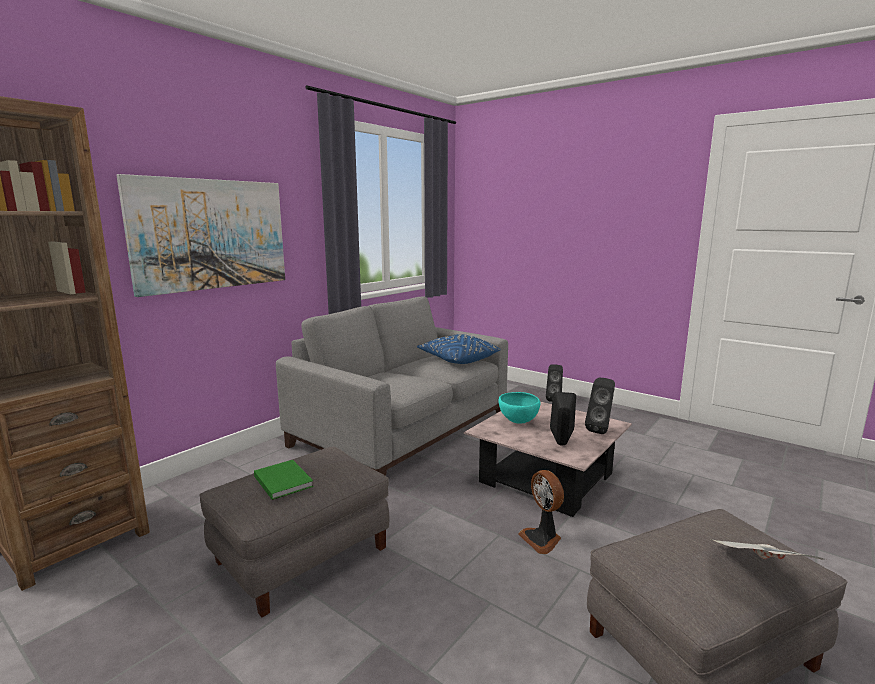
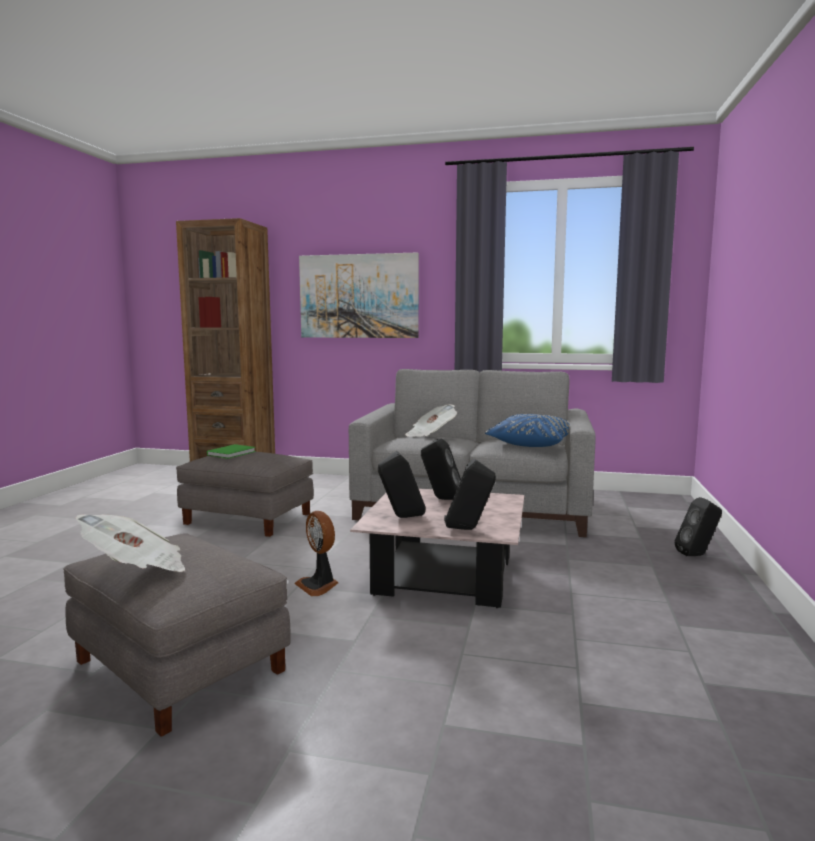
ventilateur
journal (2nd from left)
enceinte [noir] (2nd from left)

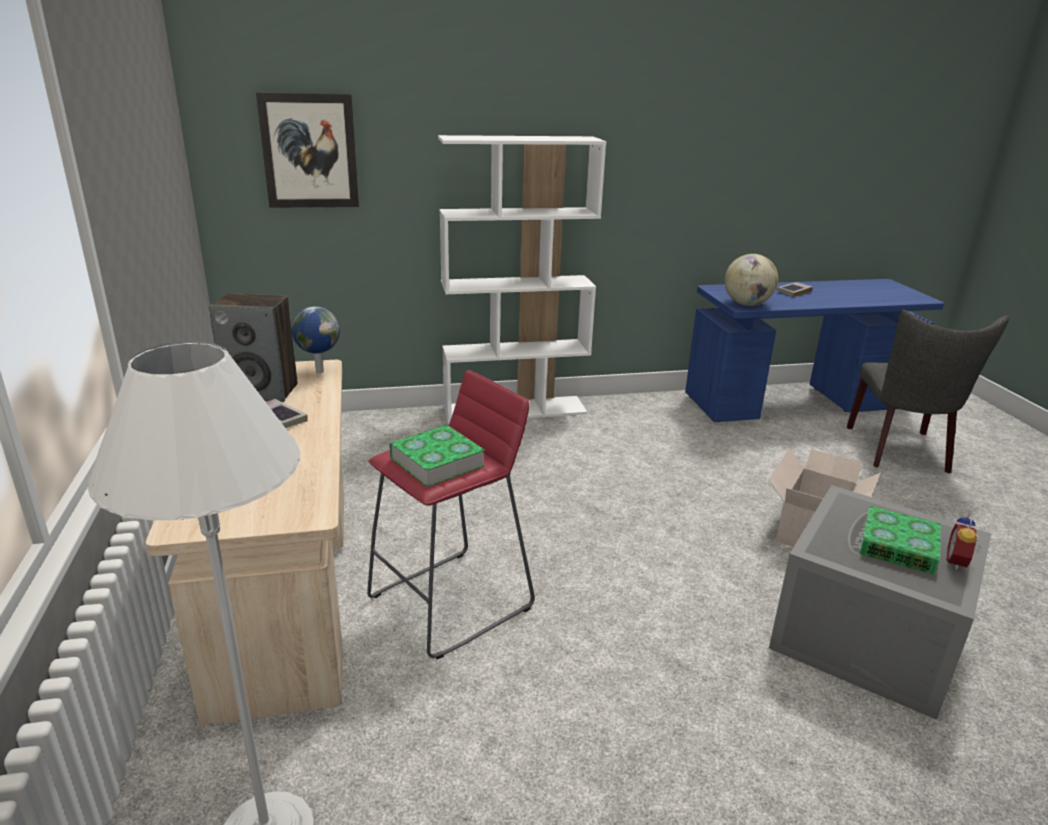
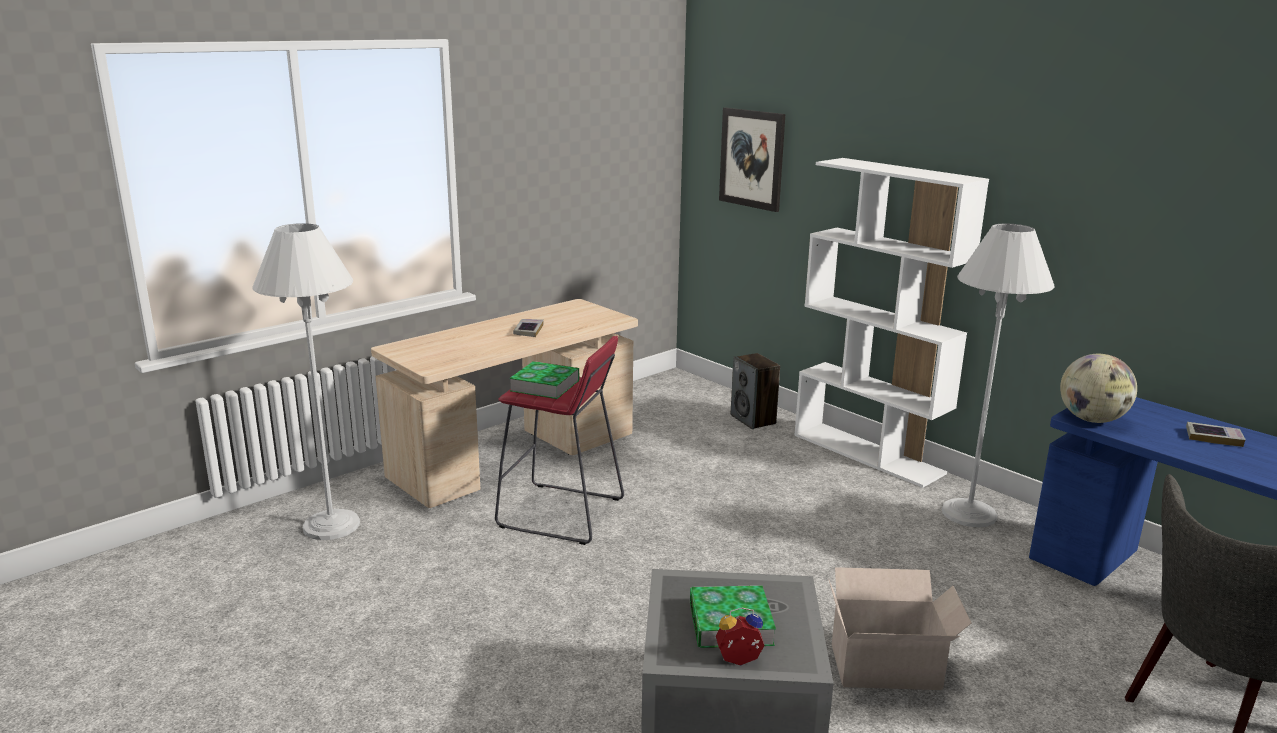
enceinte
lampadaire [blanc] (2nd from left)
globe (1st from left in the first image)

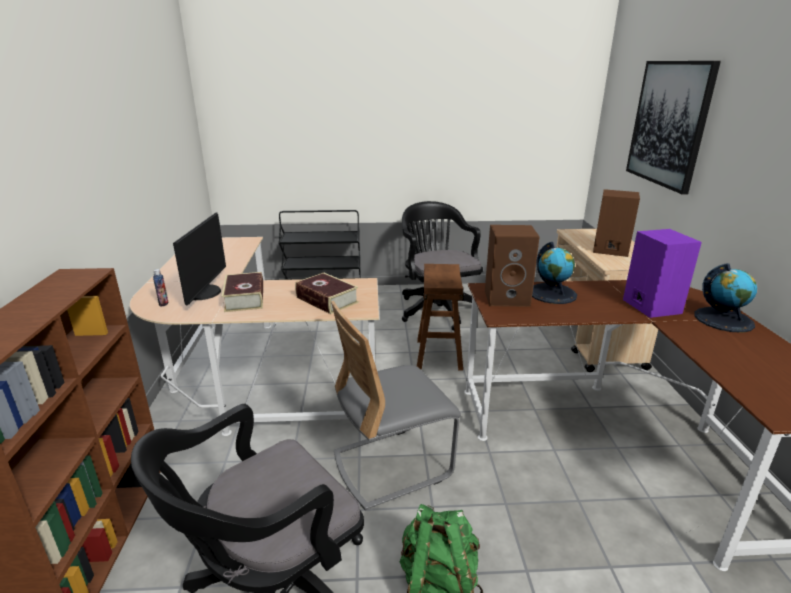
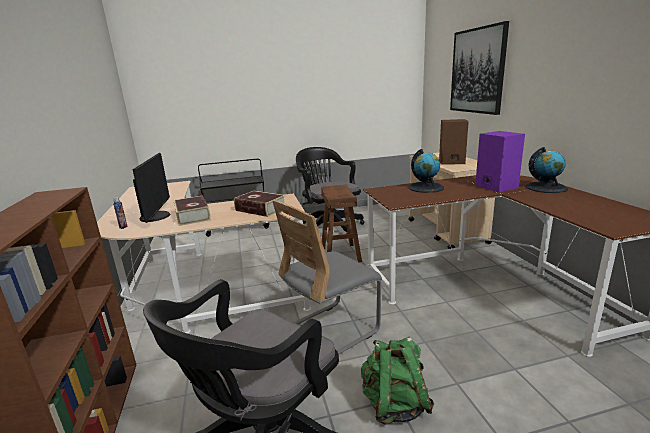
enceinte [marron] (1st from left in the first image)

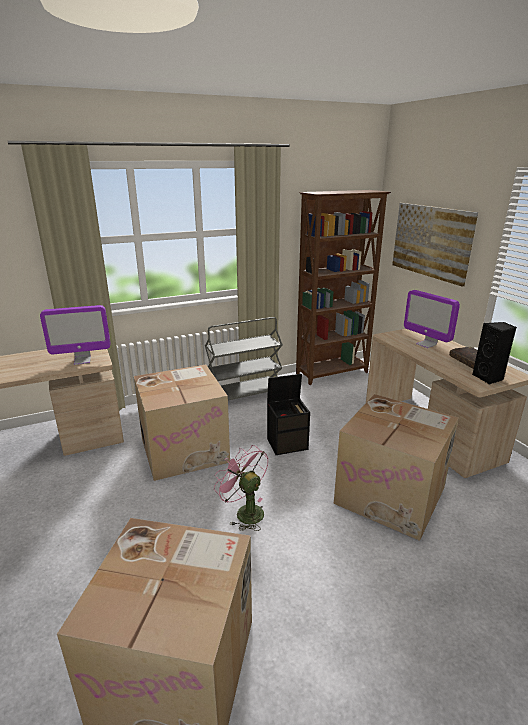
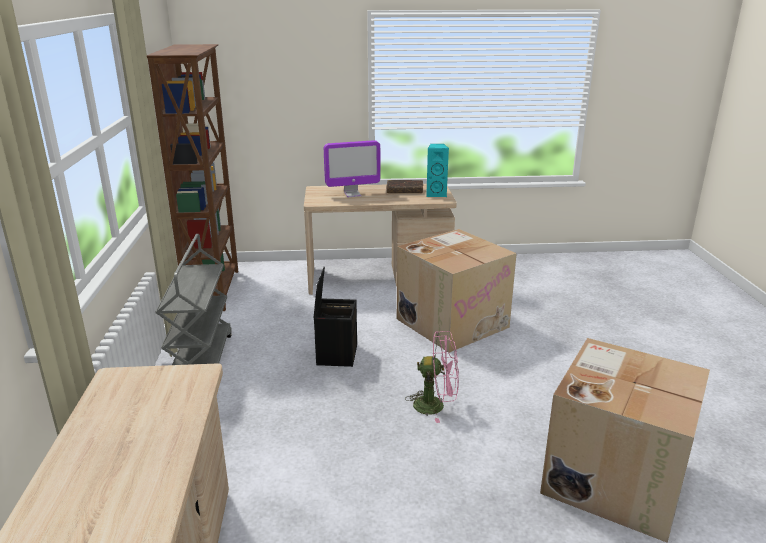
ventilateur [rose]
enceinte [turquoise]
écran d'ordinateur (1st from left in the first image)
carton (2nd from left in the first image)
tableau

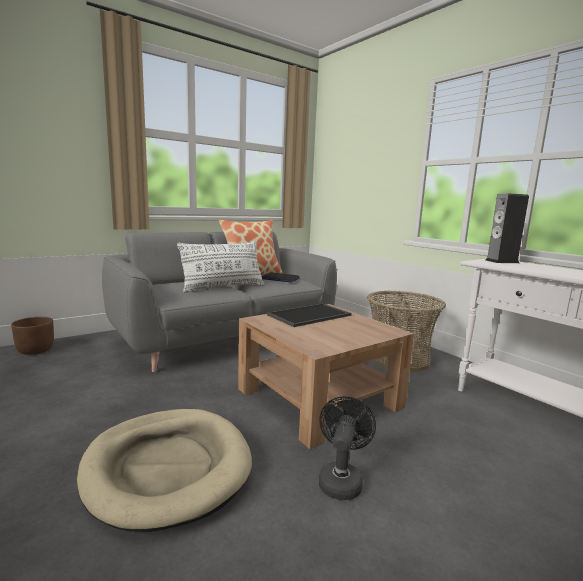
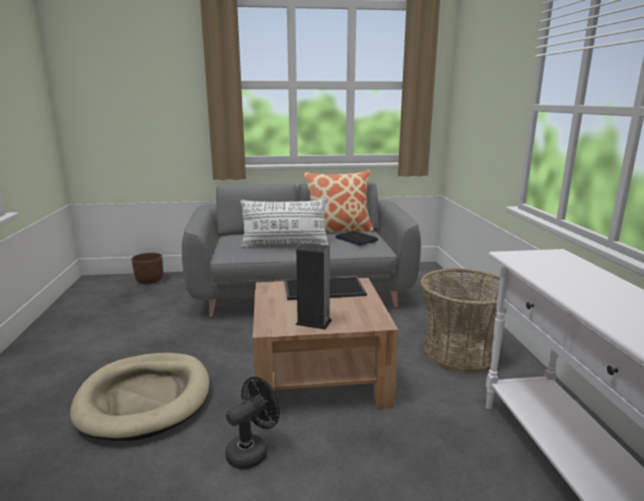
enceinte

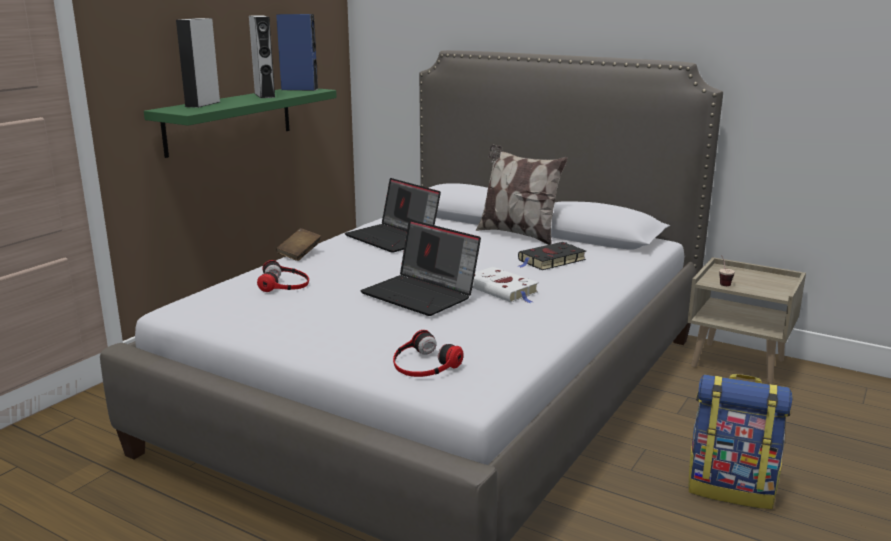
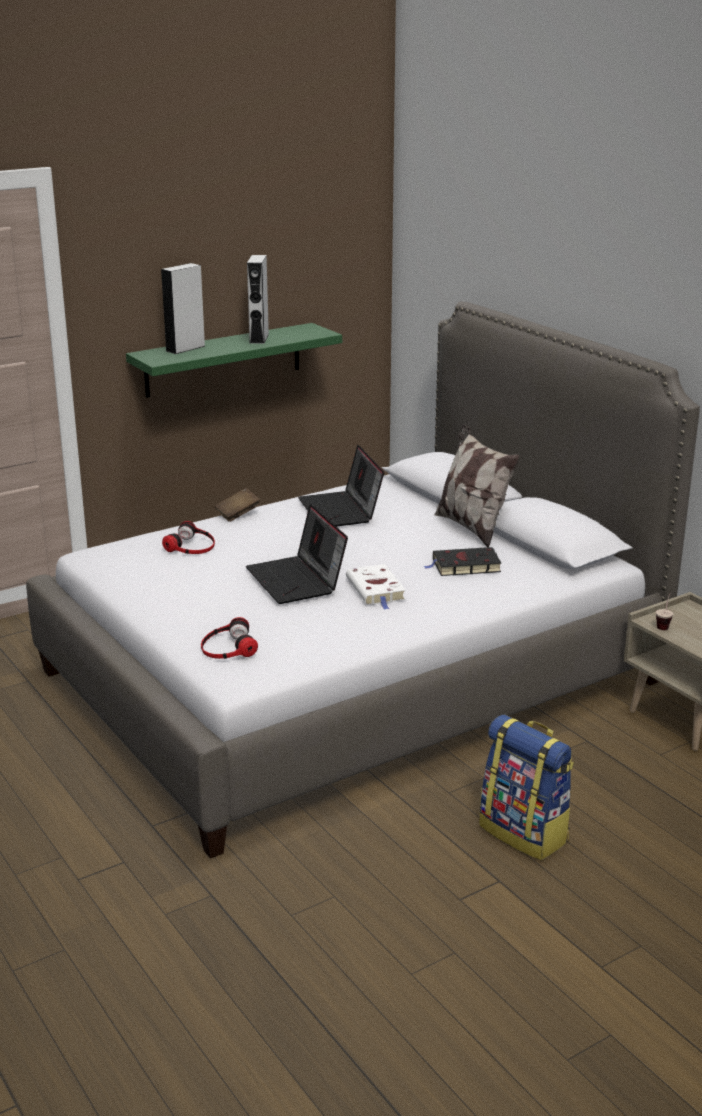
enceinte [bleu]

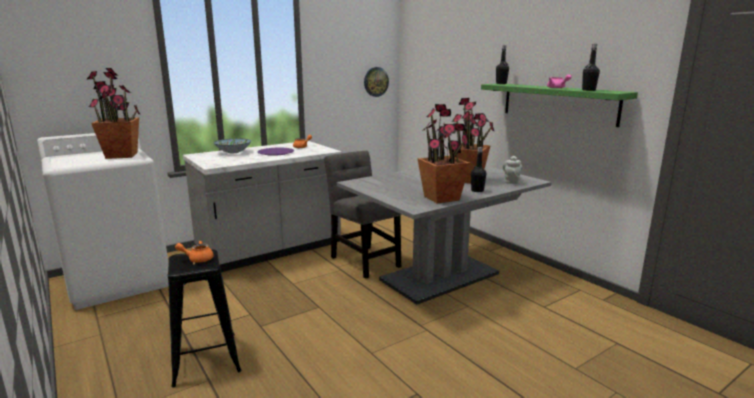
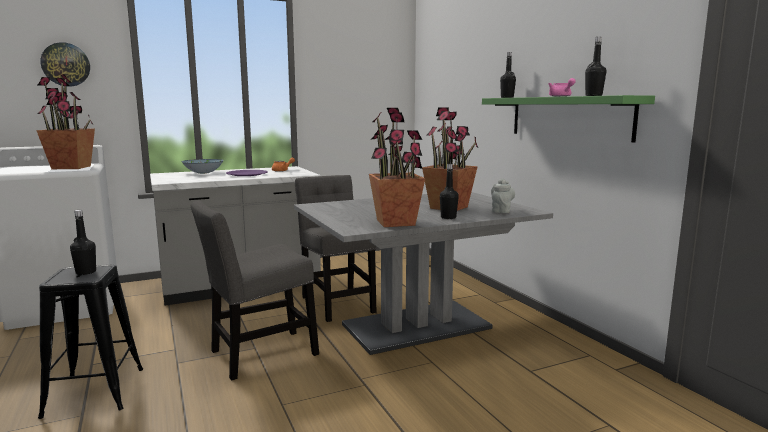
horloge murale
bouteille [noir] (1st from left)
chaise [gris] (1st from left)

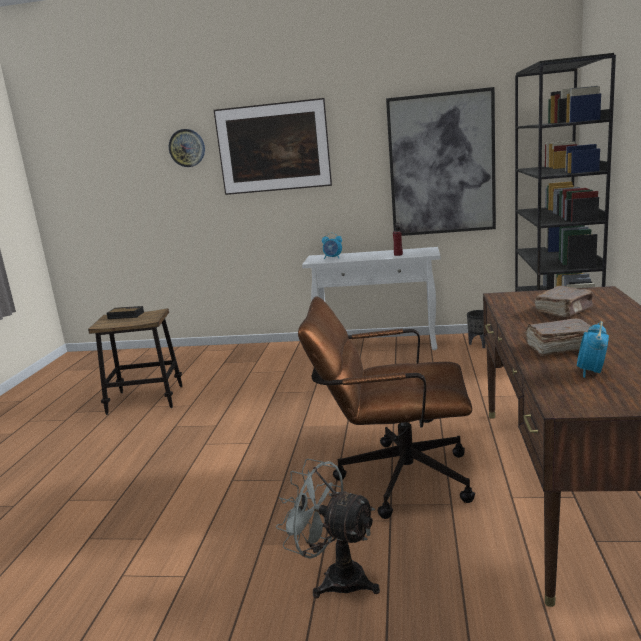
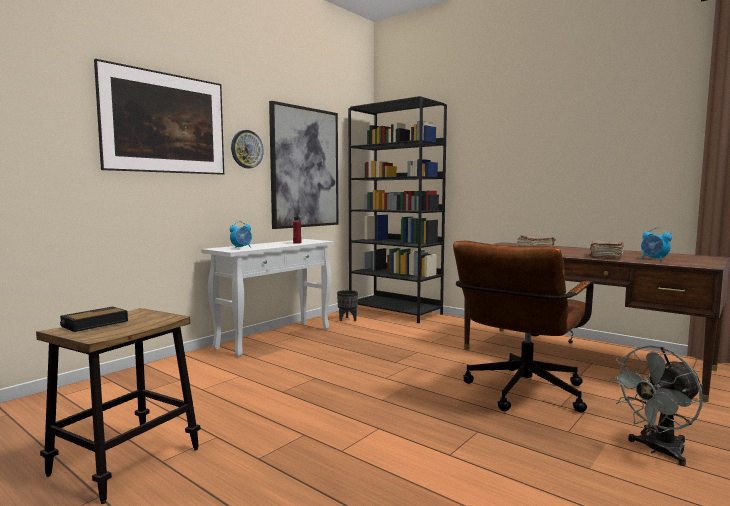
horloge murale

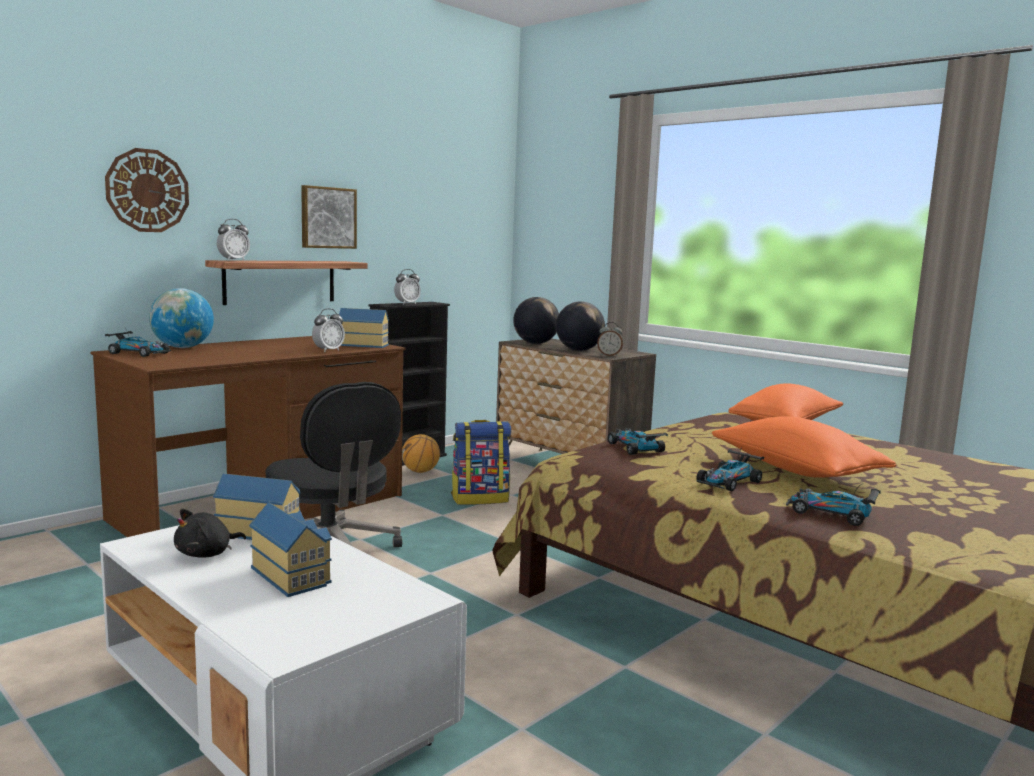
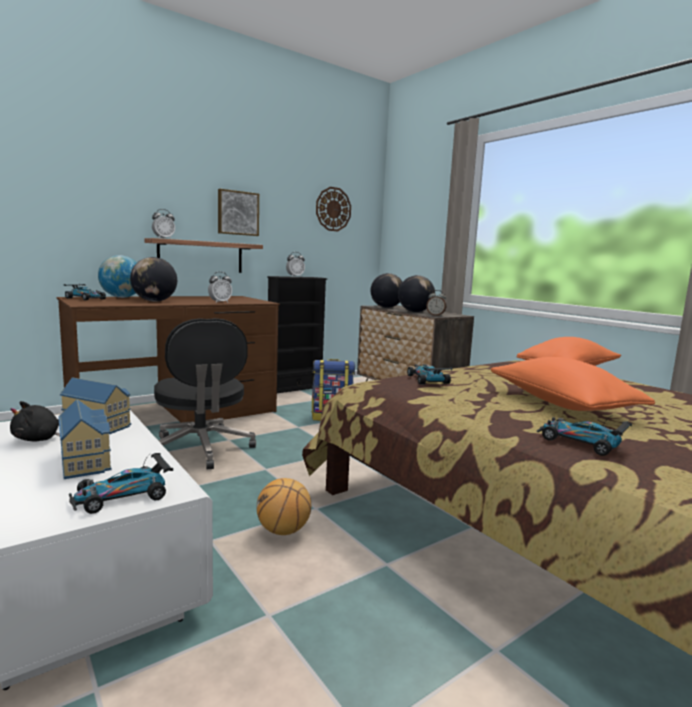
petite voiture (2nd from left)
globe (2nd from left)
ballon de basket
horloge murale
maison miniature (3rd from left in the first image)

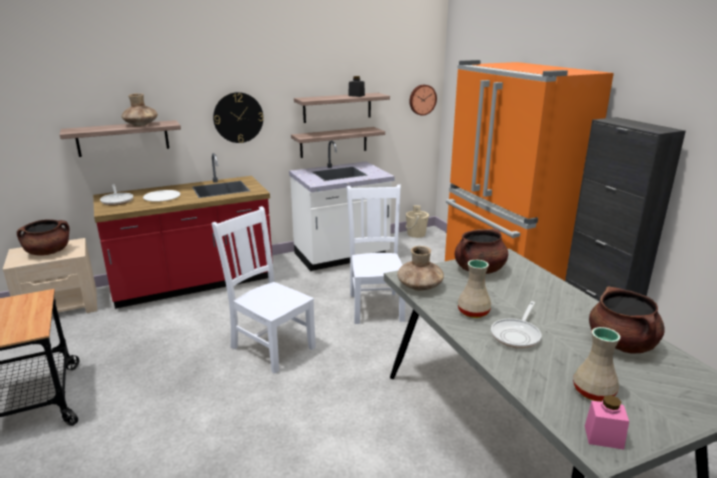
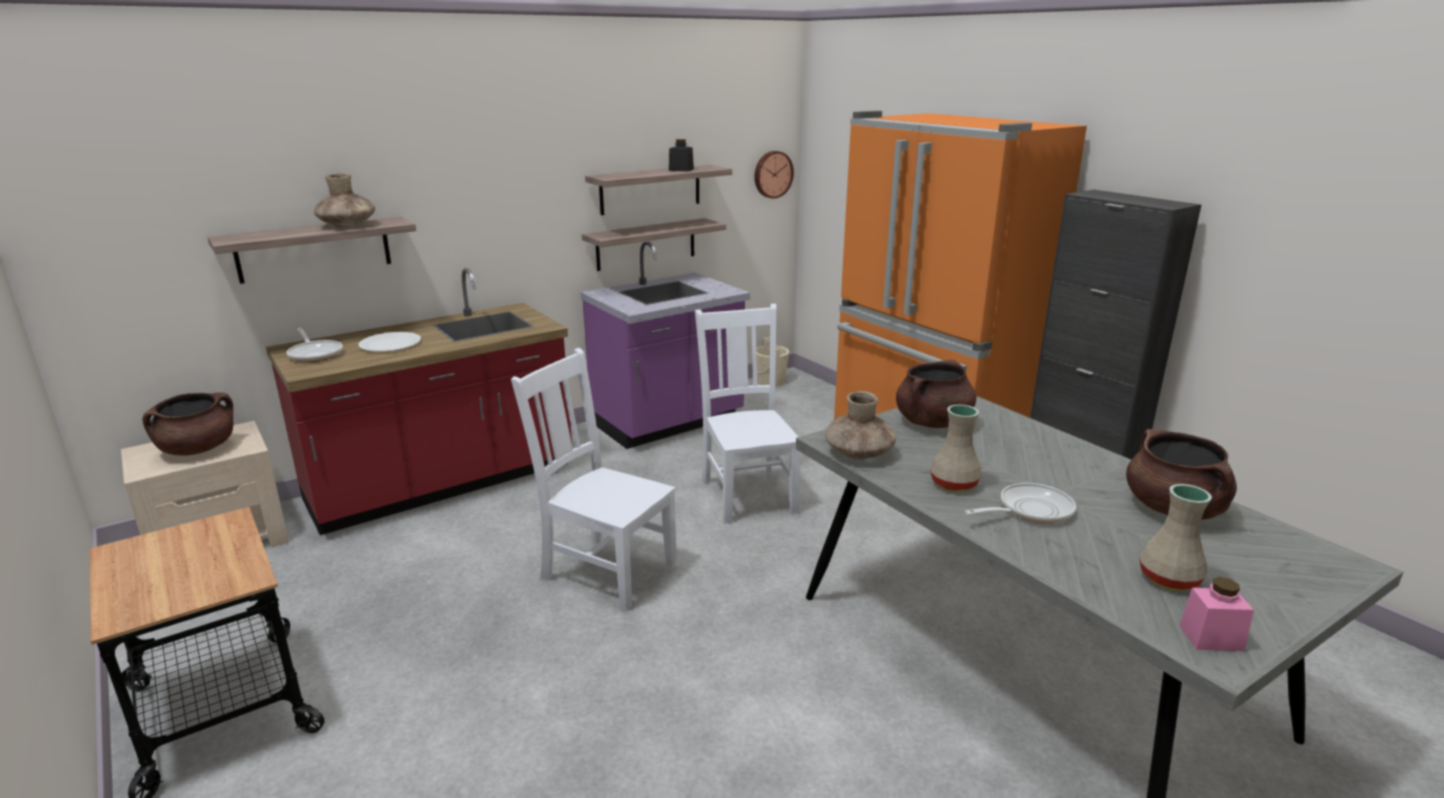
comptoir de cuisine [violet]
poêle (2nd from left)
horloge murale (1st from left in the first image)

